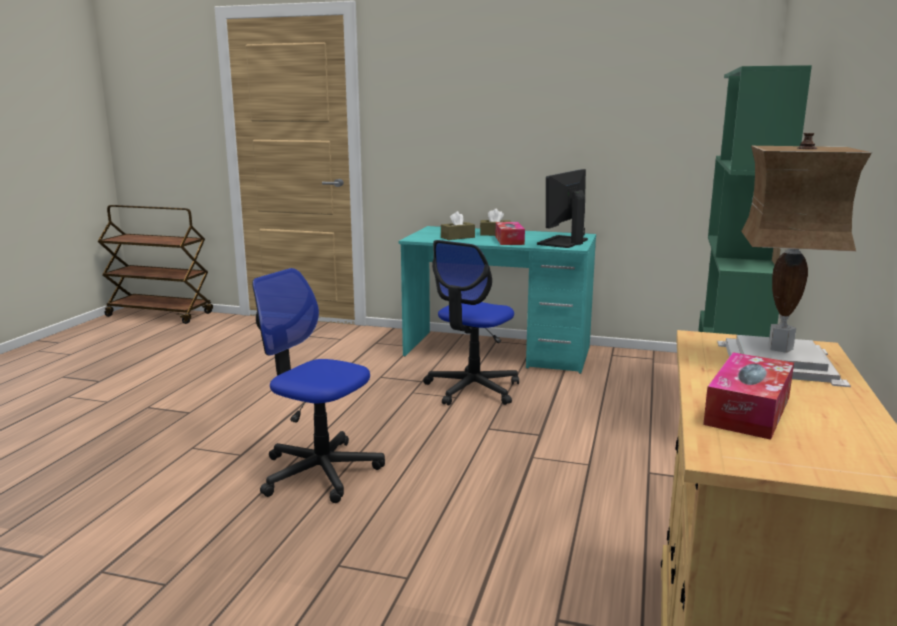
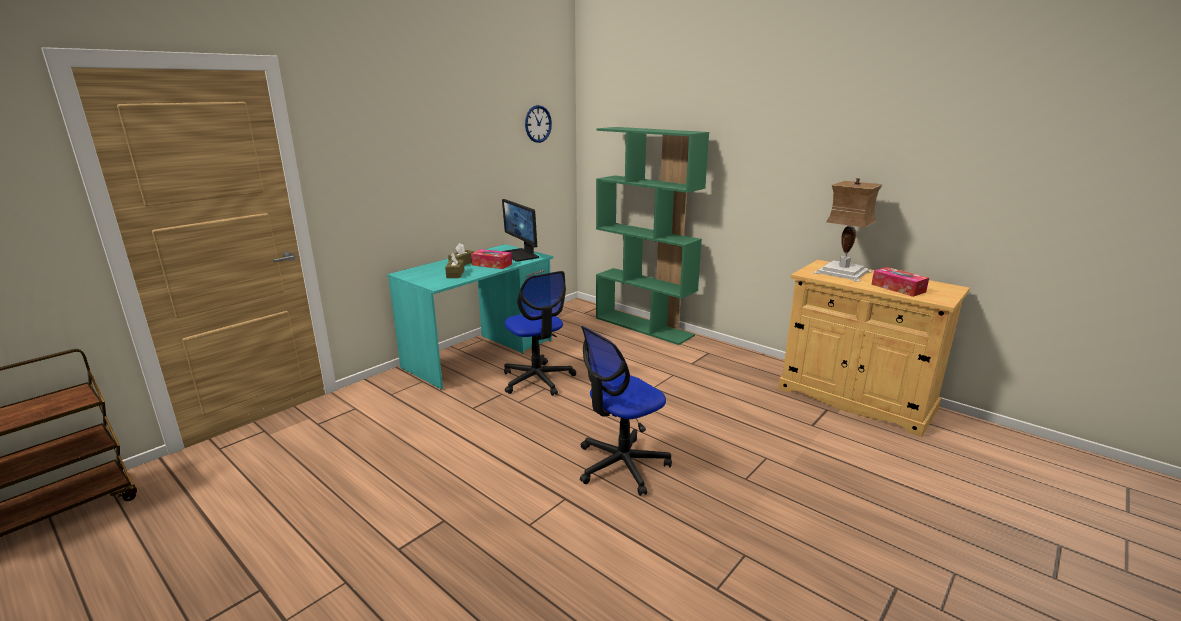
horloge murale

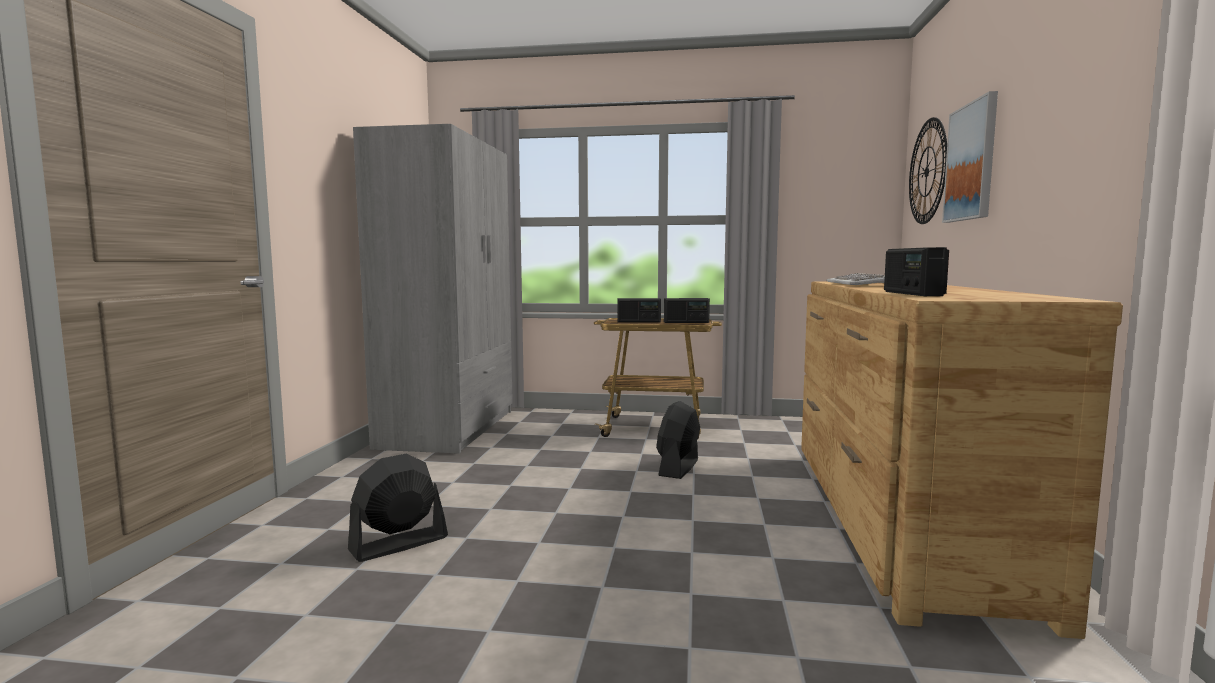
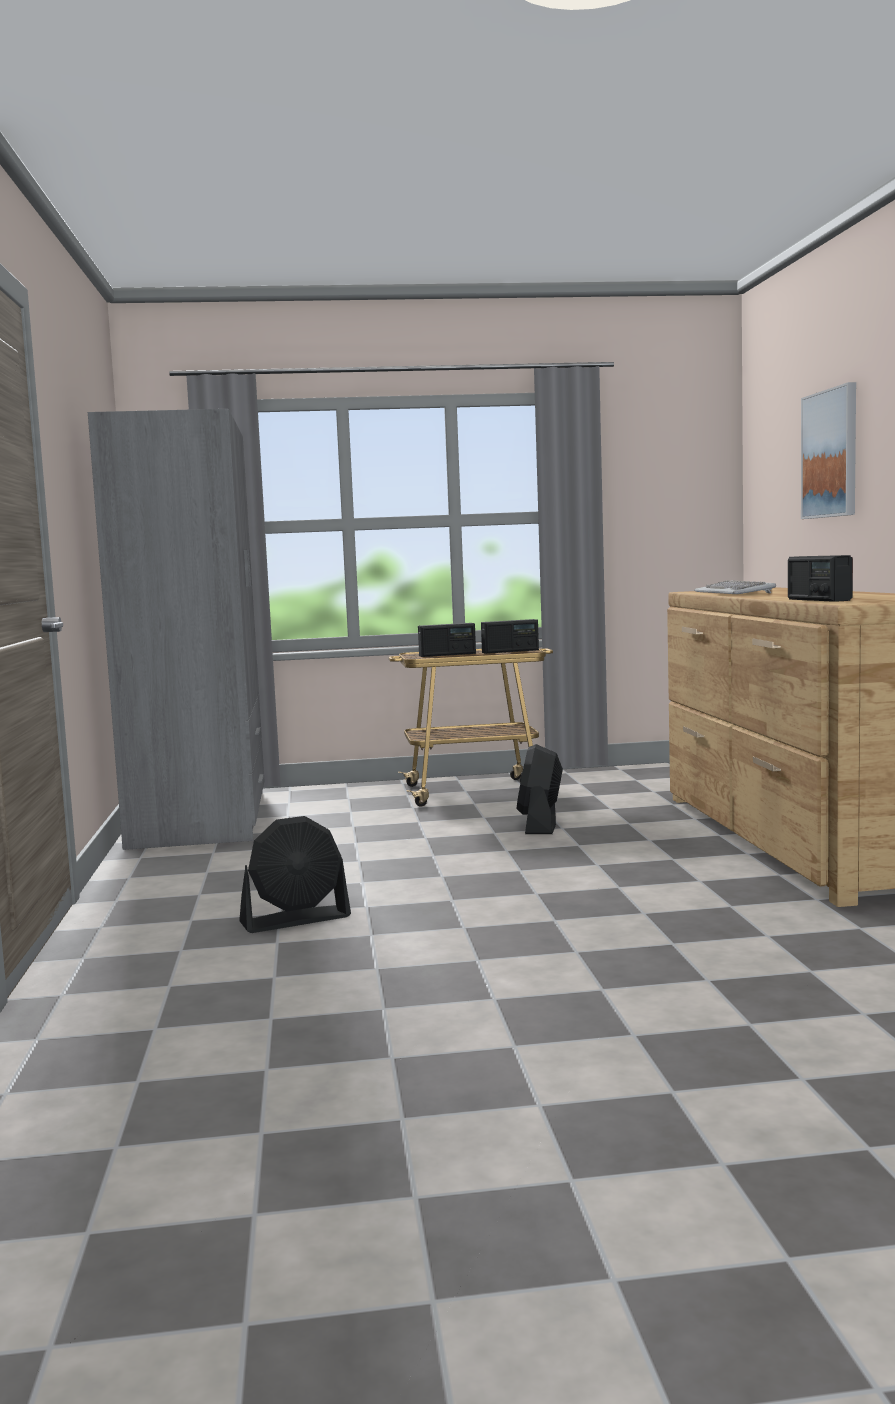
ventilateur [noir] (1st from left)
horloge murale

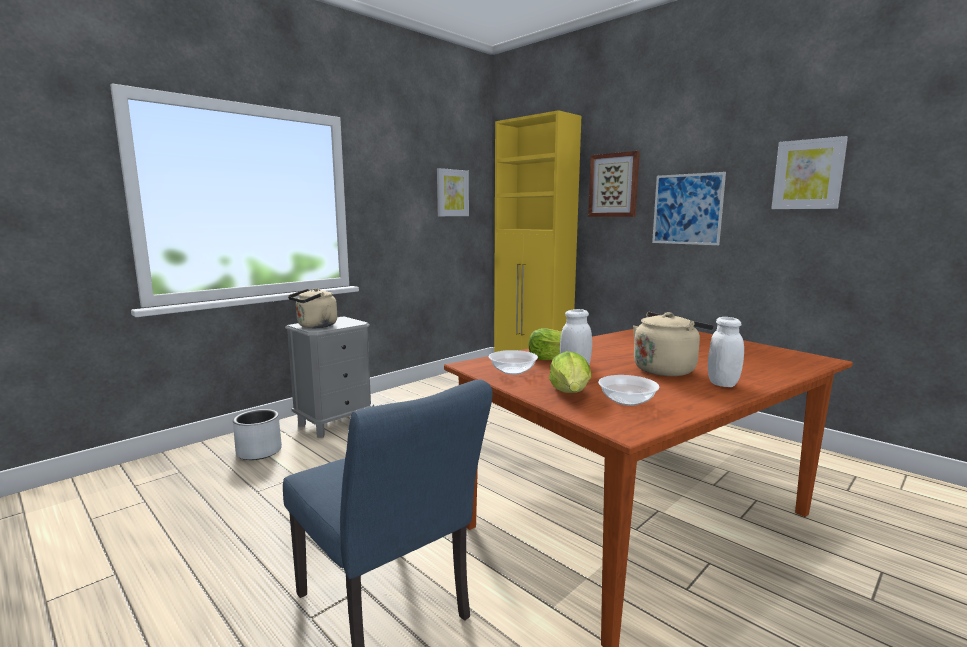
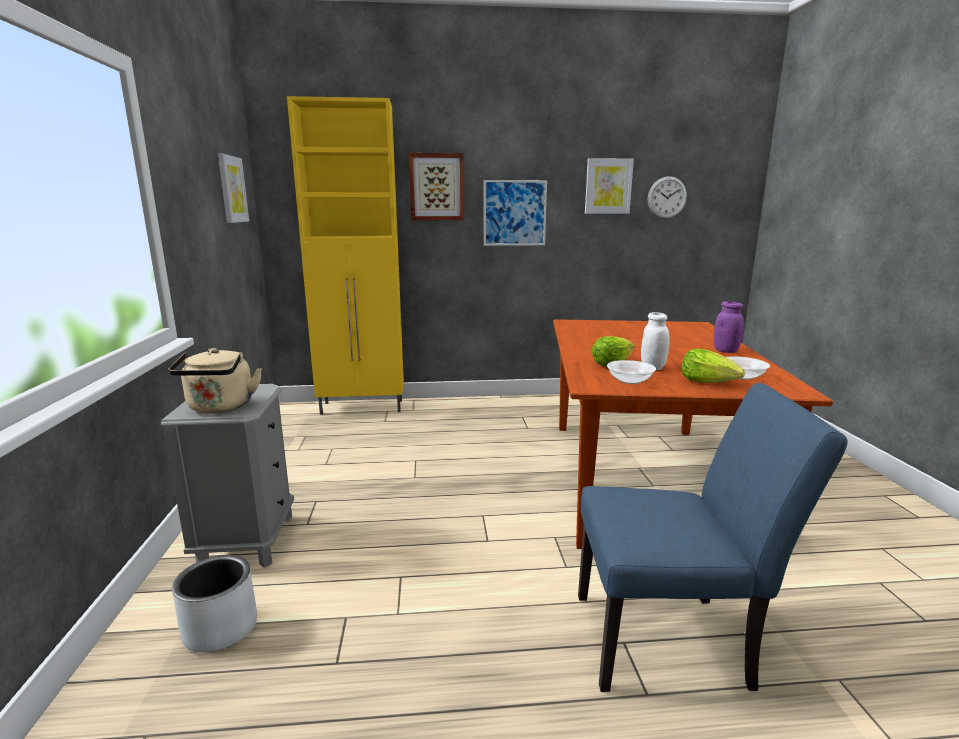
horloge murale
bocal [violet]
bouilloire [beige] (2nd from left in the first image)

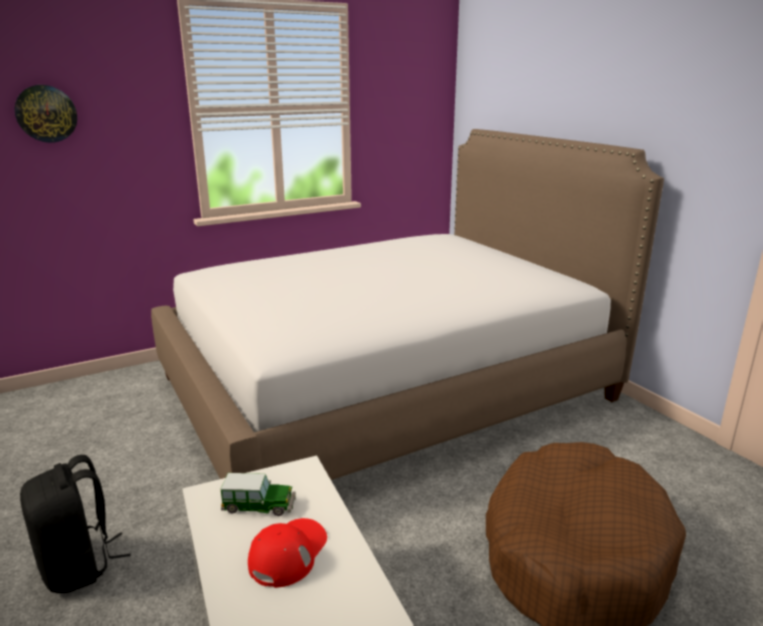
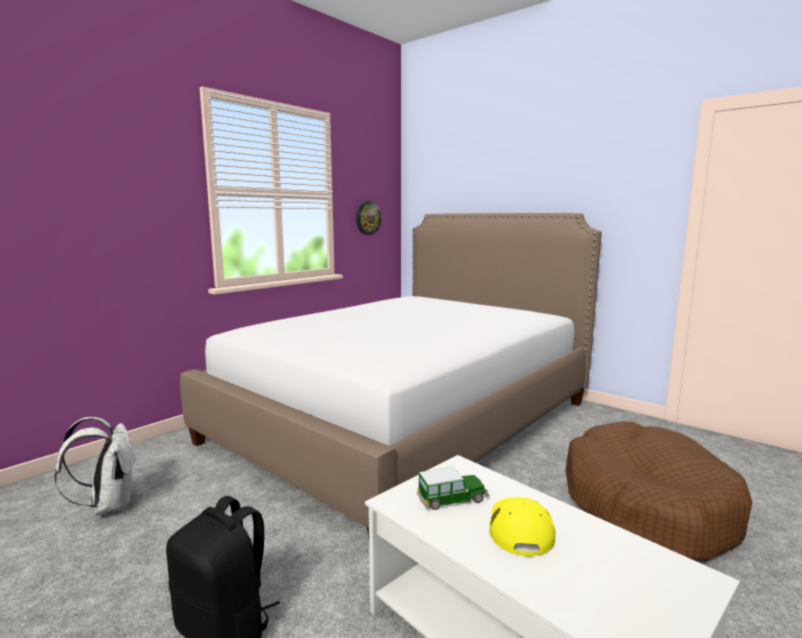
sac à dos [blanc]
horloge murale
casquette [jaune]

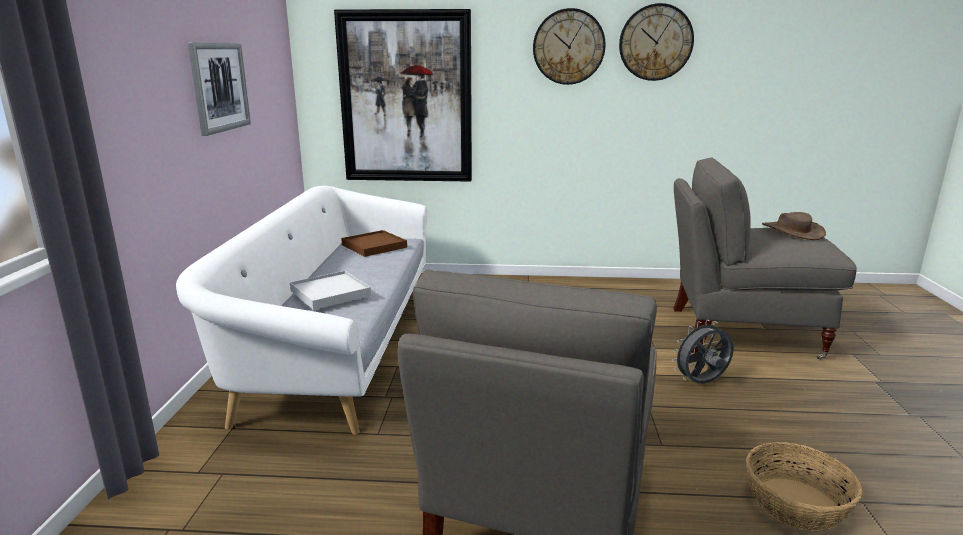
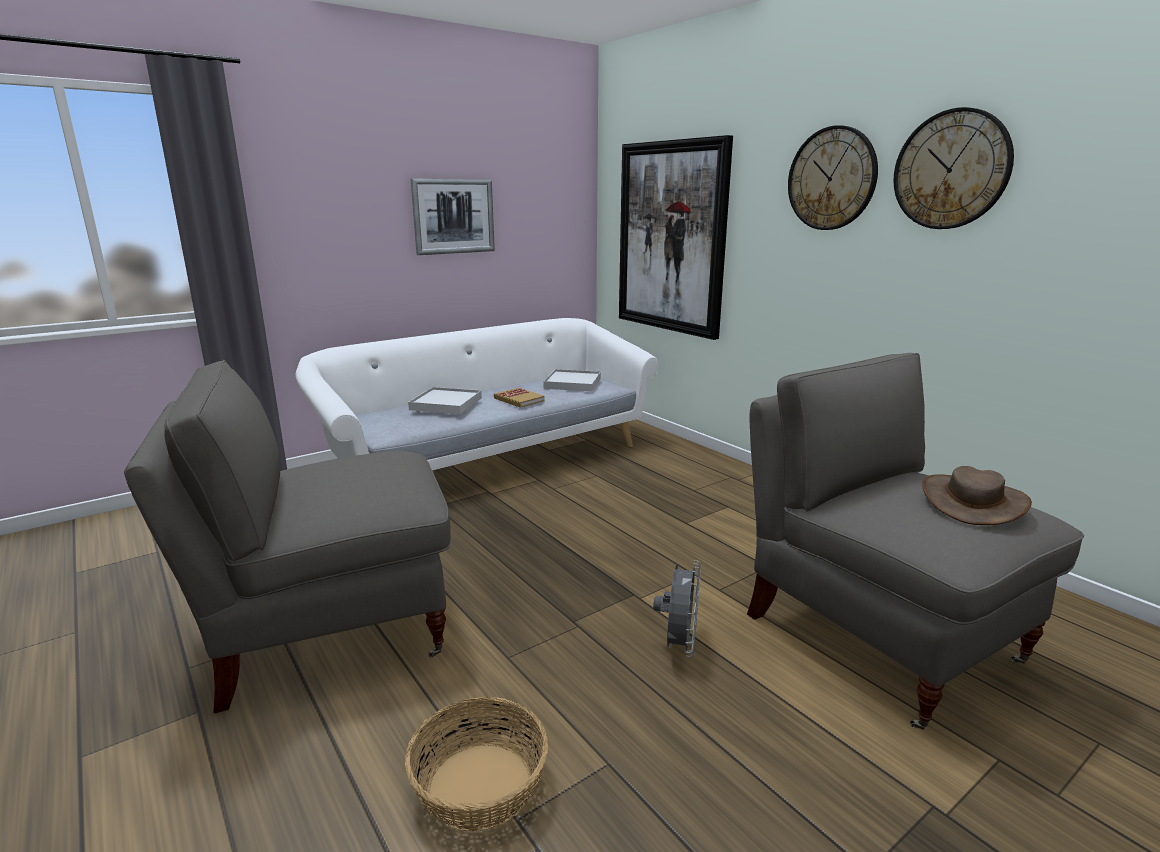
livre
plateau [blanc] (2nd from left)
ventilateur [gris]

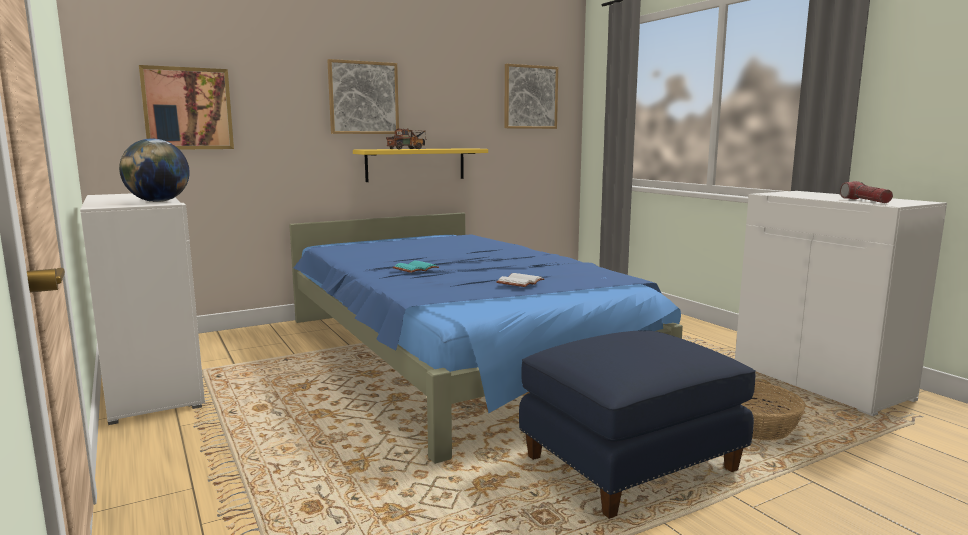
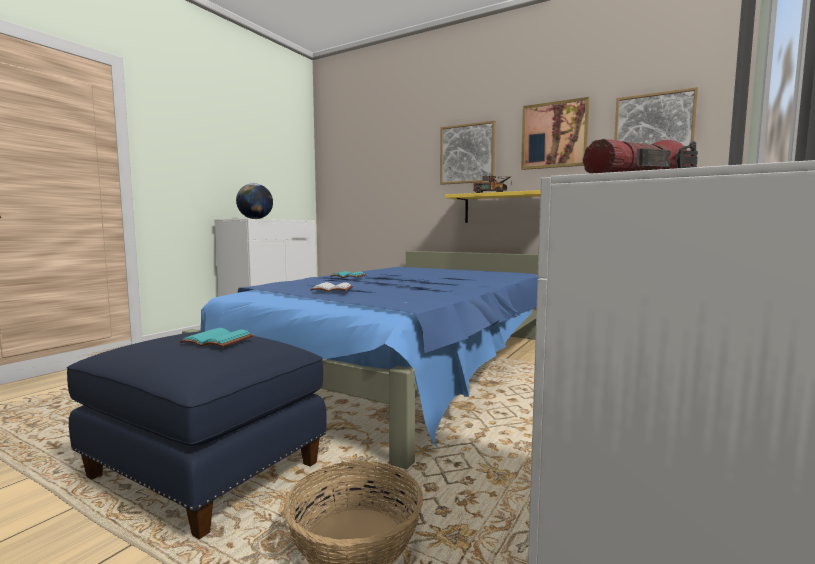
livre [turquoise] (1st from left)
tableau (2nd from left)

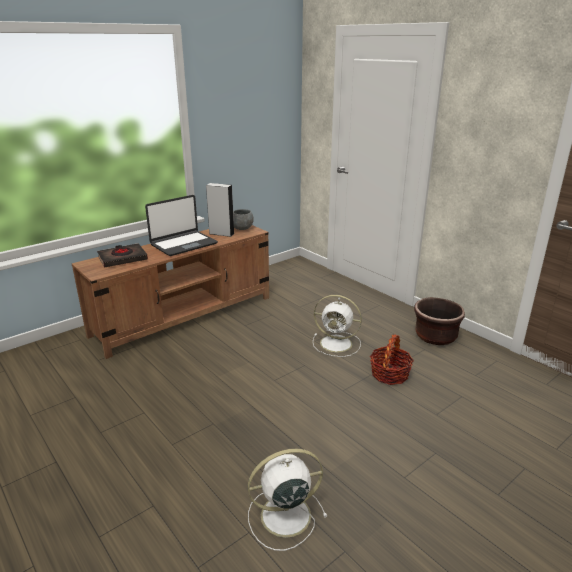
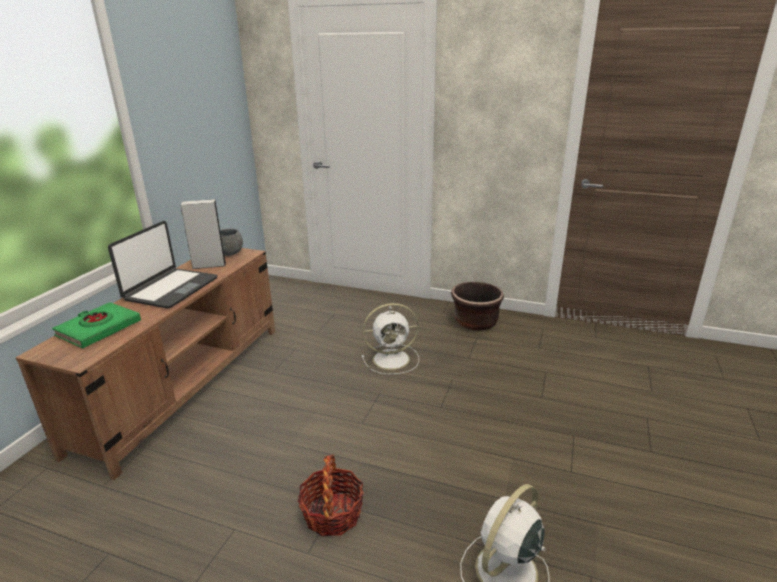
livre [vert]
panier

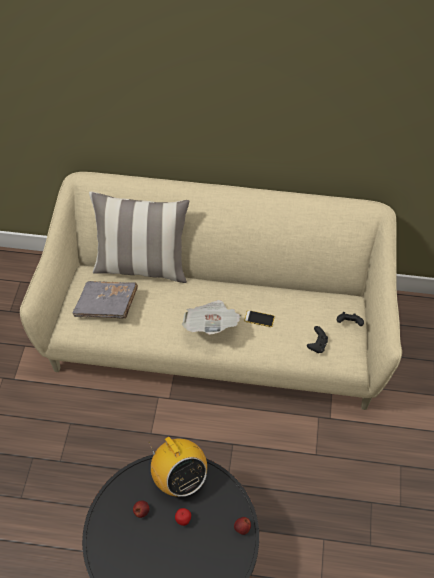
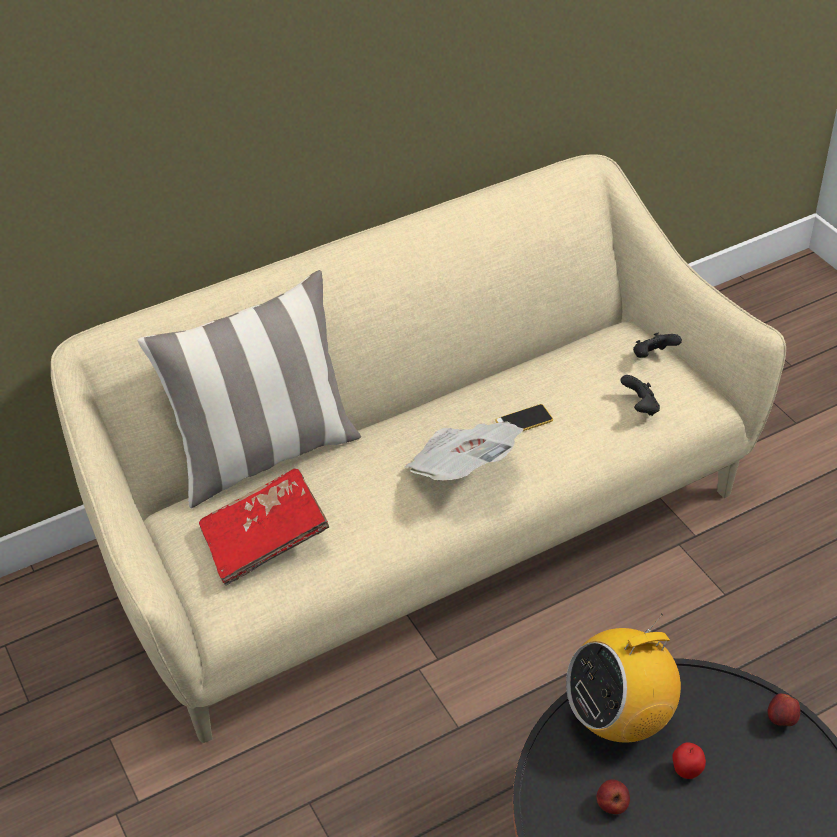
livre [rouge]
radio

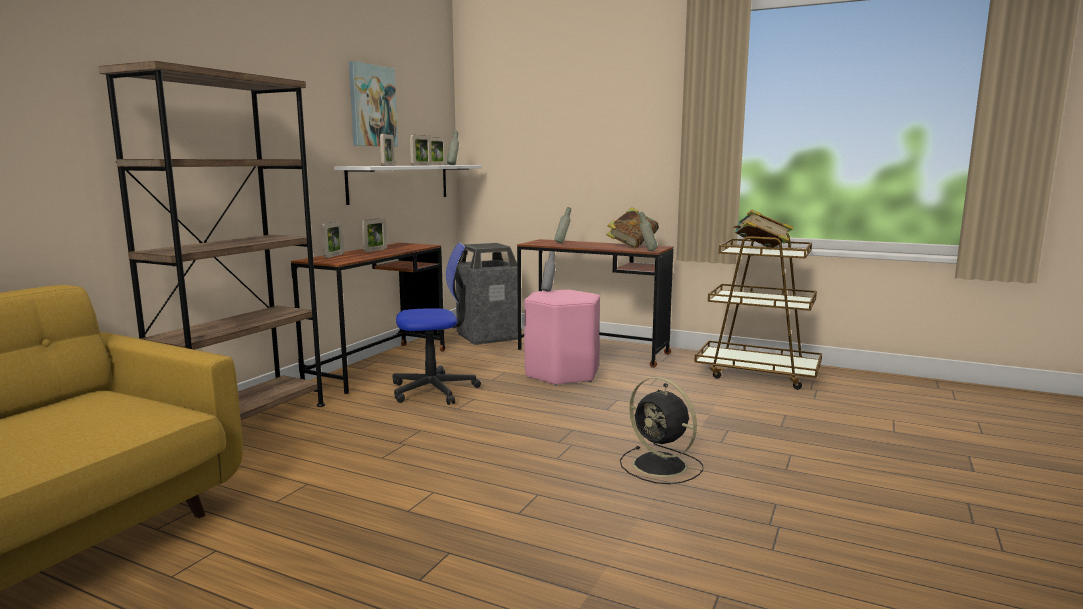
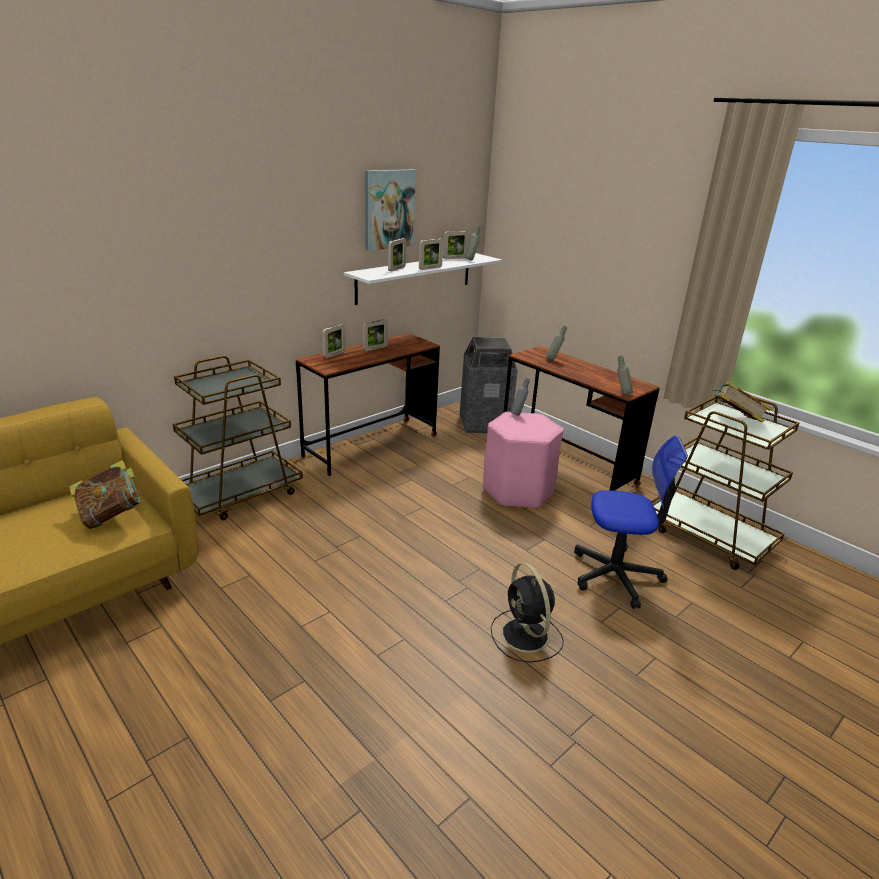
livre (1st from left)
chariot [marron] (1st from left)
chaise de bureau

